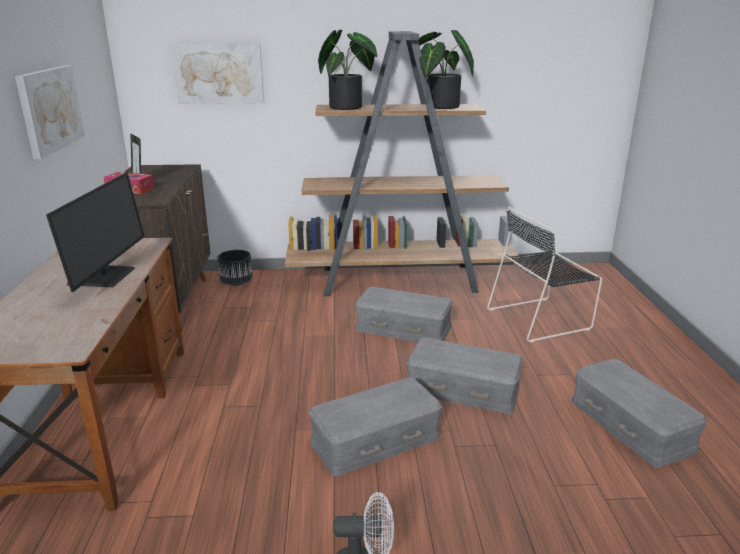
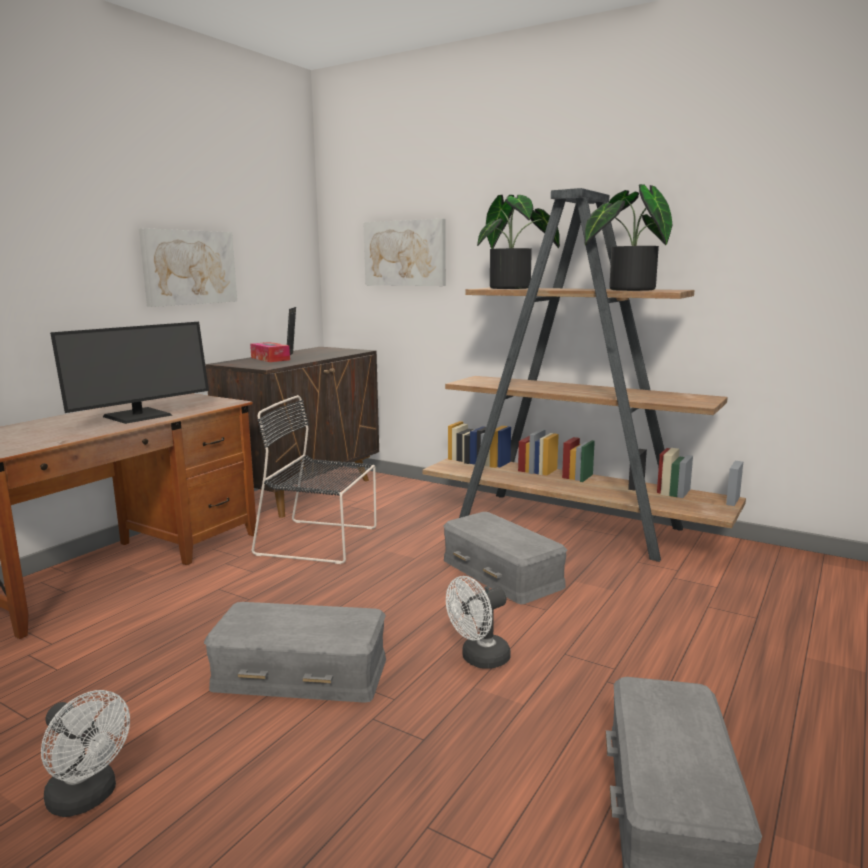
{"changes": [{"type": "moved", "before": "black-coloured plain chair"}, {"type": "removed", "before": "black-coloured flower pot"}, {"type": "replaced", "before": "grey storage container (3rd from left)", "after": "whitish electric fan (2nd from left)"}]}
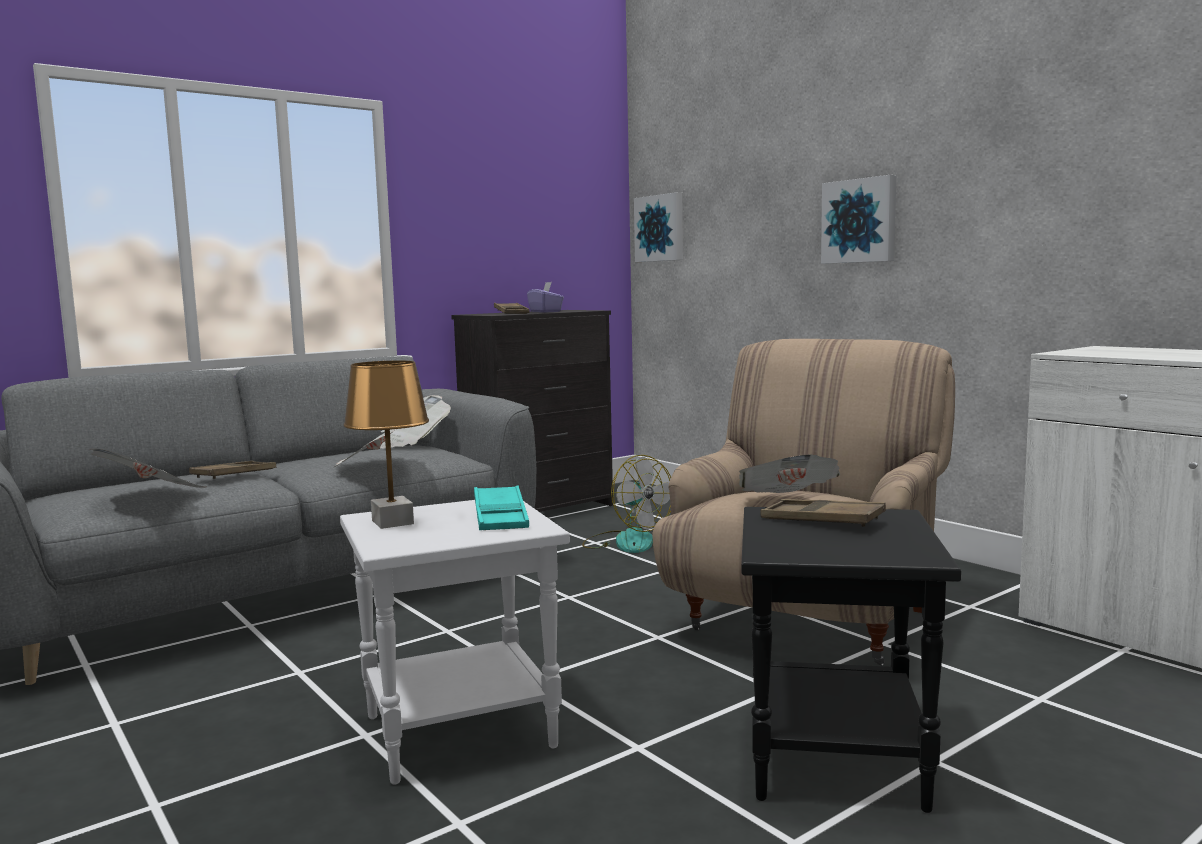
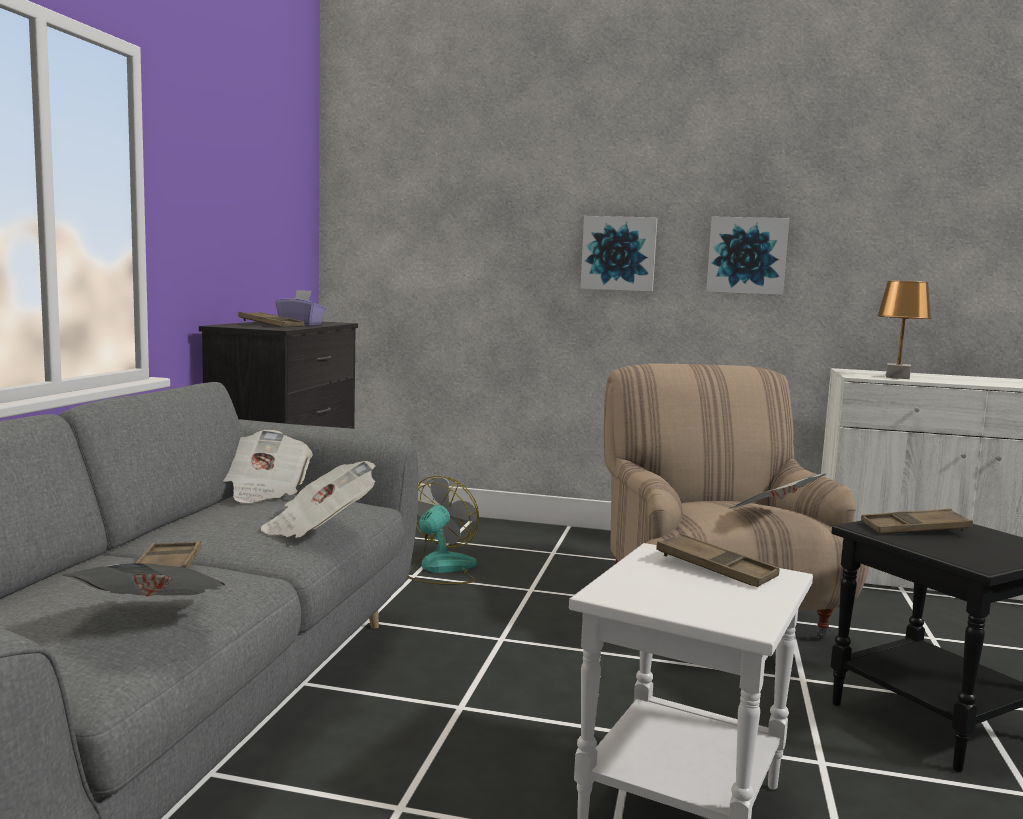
{"changes": [{"type": "moved", "before": "wall art (1st from left in the first image)", "after": "wall art (2nd from left)"}, {"type": "moved", "before": "brownish tabletop lamp"}, {"type": "turned", "before": "electric fan", "turn": -75}, {"type": "recoloured", "before": "turquoise-coloured carrying tray", "after": "brownish carrying tray (3rd from left)"}]}
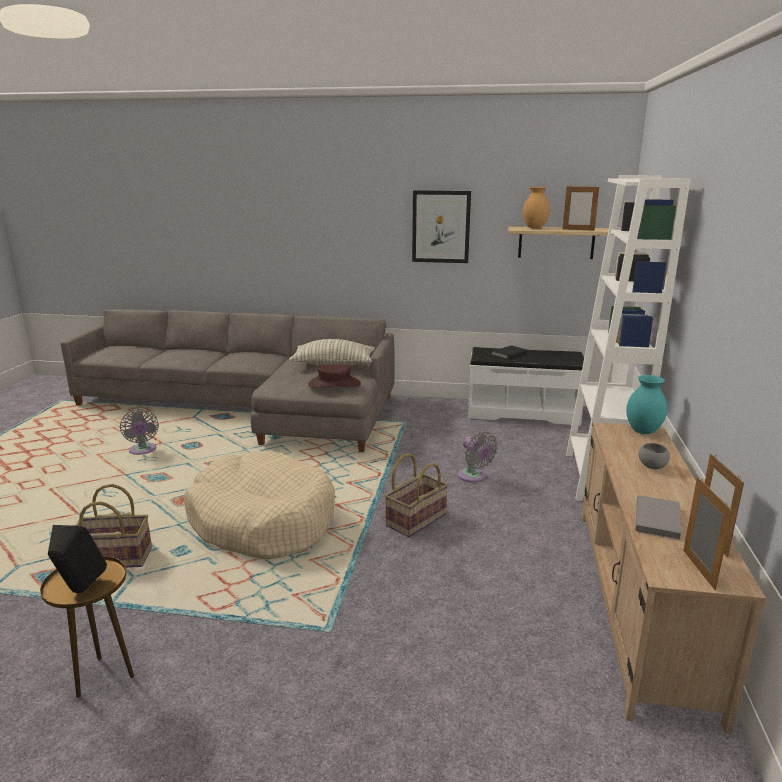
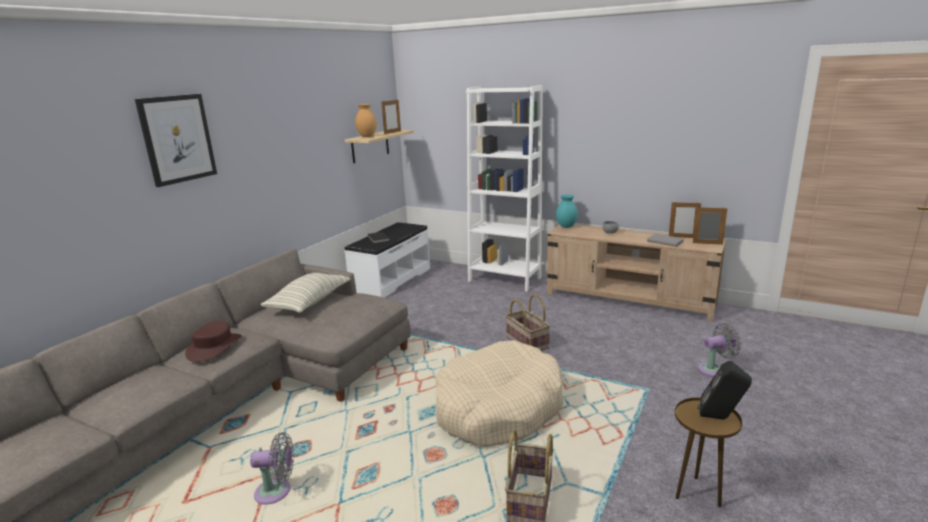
{"changes": [{"type": "moved", "before": "wall art"}, {"type": "moved", "before": "brownish clothing hat"}, {"type": "moved", "before": "grey electric fan (2nd from left)"}]}
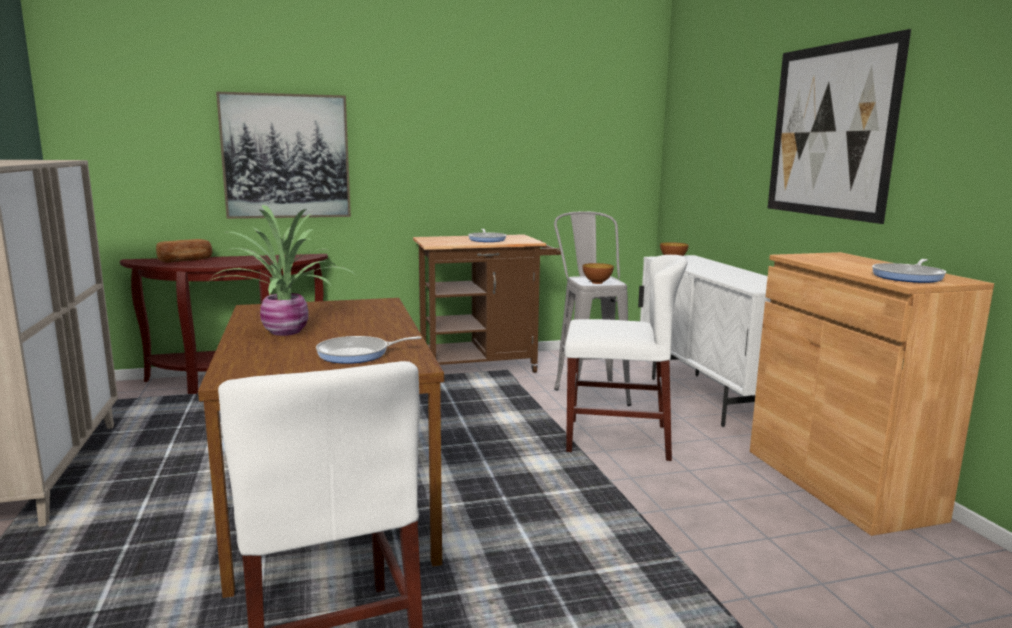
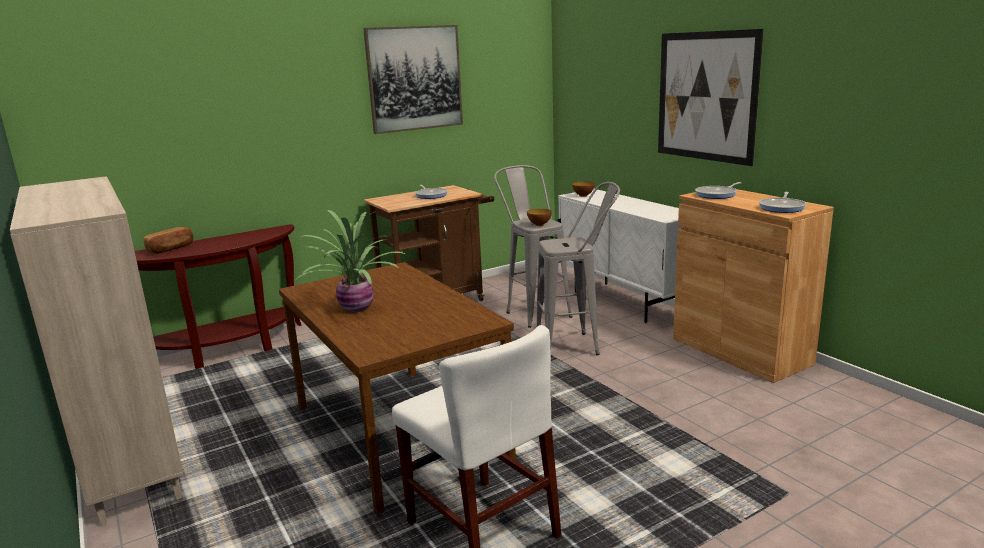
{"changes": [{"type": "moved", "before": "wall art (1st from left)"}, {"type": "replaced", "before": "whitish plain chair (2nd from left)", "after": "grey stool seat (2nd from left)"}, {"type": "moved", "before": "skillet (1st from left in the first image)", "after": "skillet (2nd from left)"}]}
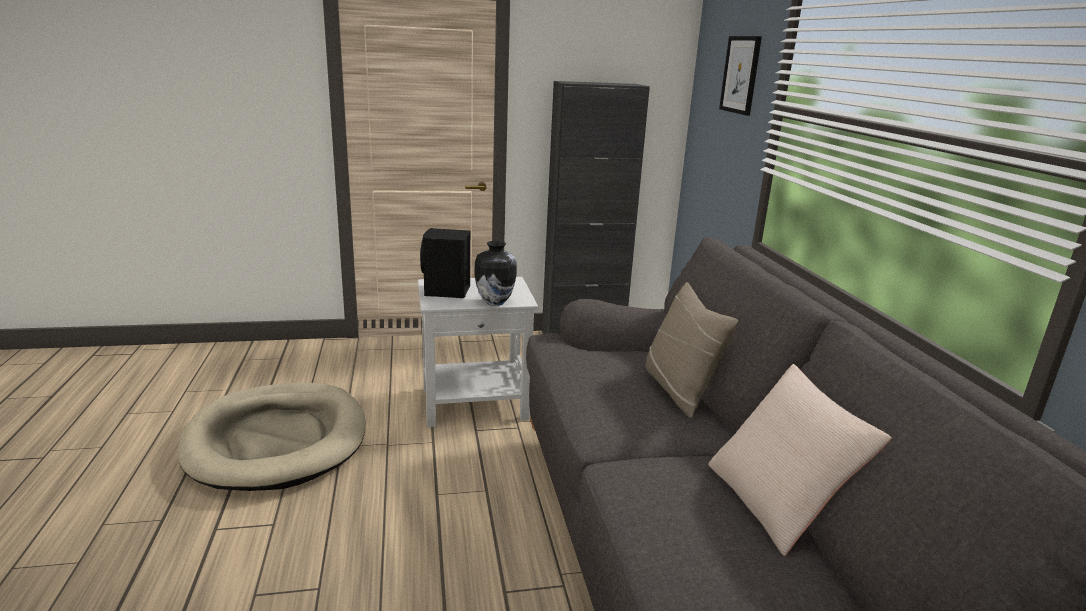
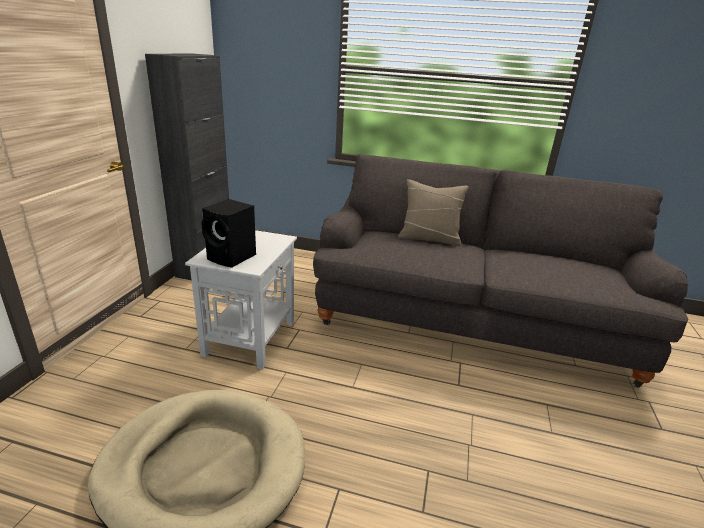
{"changes": [{"type": "removed", "before": "wall art"}, {"type": "removed", "before": "decorative vase"}, {"type": "removed", "before": "sand-coloured cushion (2nd from left)"}]}
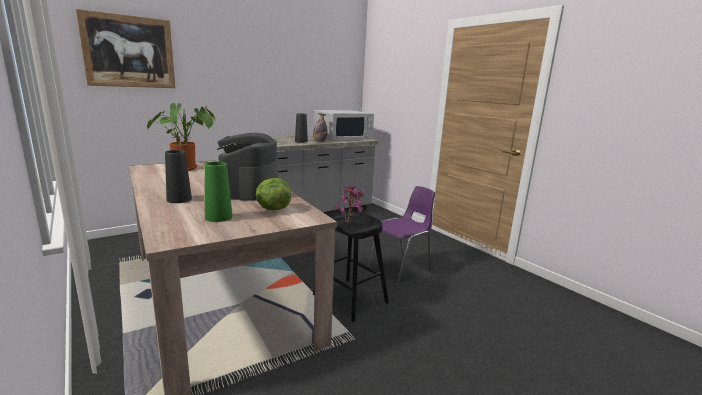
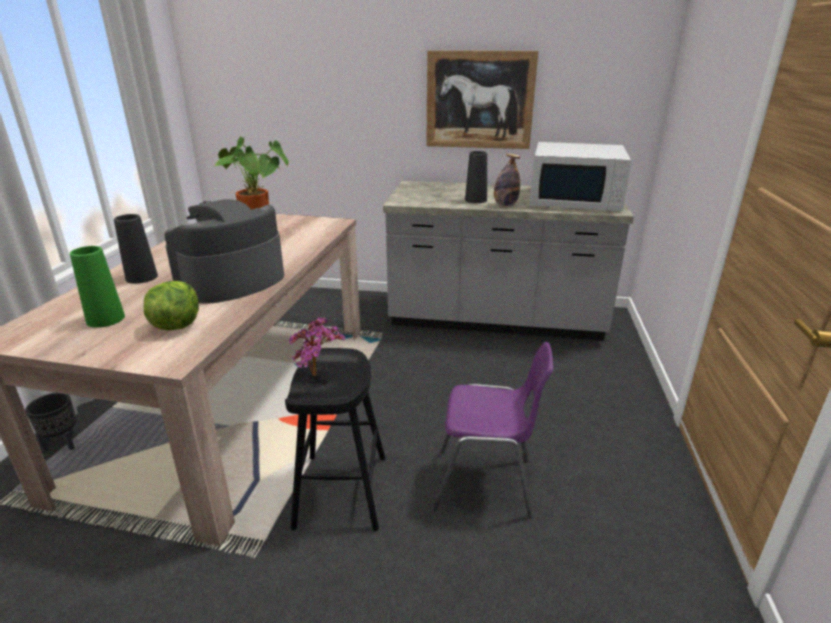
{"changes": [{"type": "moved", "before": "wall art"}, {"type": "added", "after": "black-coloured flower pot"}]}
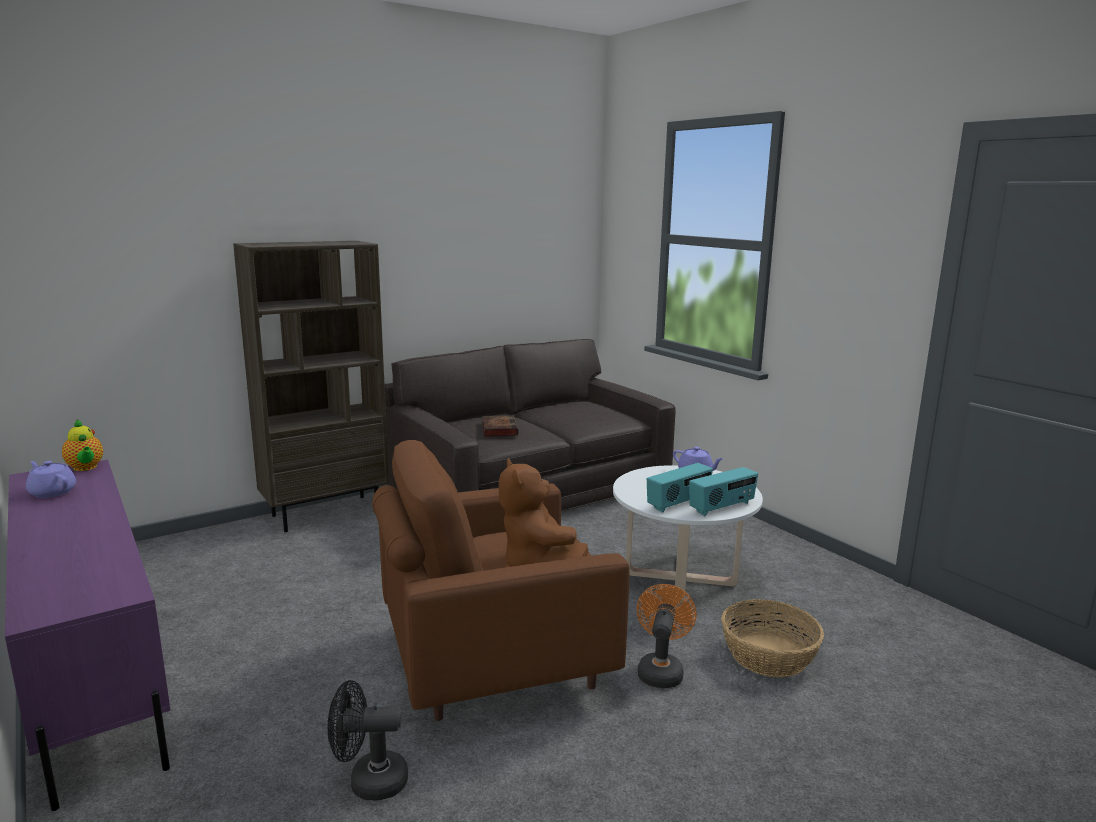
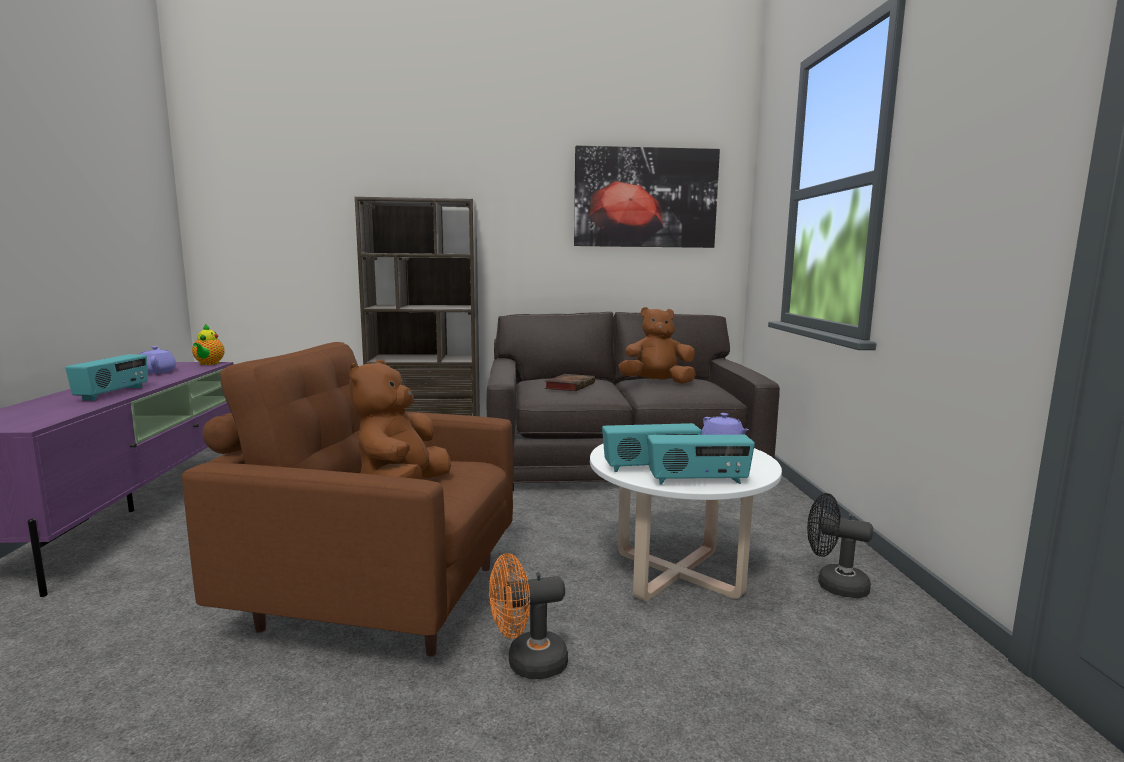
{"changes": [{"type": "turned", "before": "orange-coloured electric fan", "turn": -150}, {"type": "removed", "before": "household basket"}, {"type": "moved", "before": "black-coloured electric fan"}, {"type": "added", "after": "wall art"}, {"type": "added", "after": "brownish plush toy (2nd from left)"}, {"type": "added", "after": "radio receiver (1st from left)"}]}
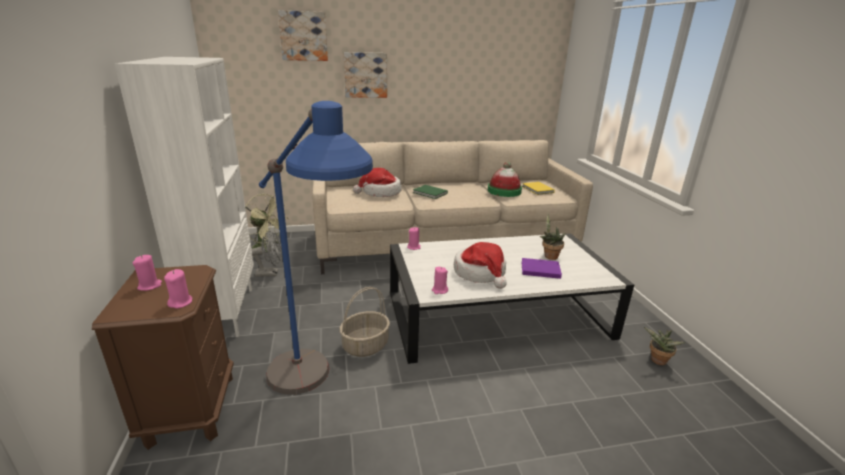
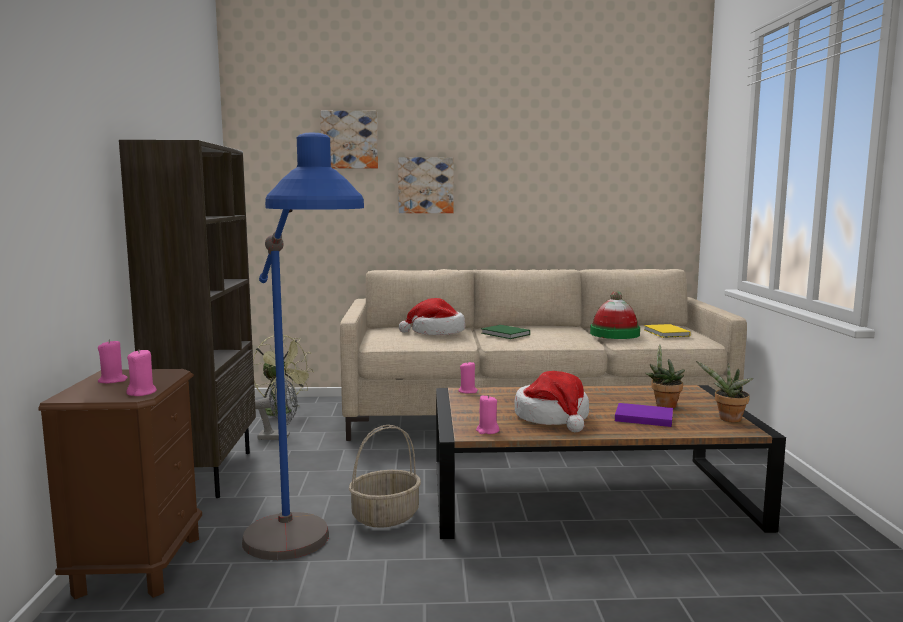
{"changes": [{"type": "recoloured", "before": "whitish shelving unit", "after": "brownish shelving unit"}, {"type": "recoloured", "before": "whitish coffee table", "after": "brownish coffee table"}, {"type": "moved", "before": "potted plant (2nd from left)"}]}
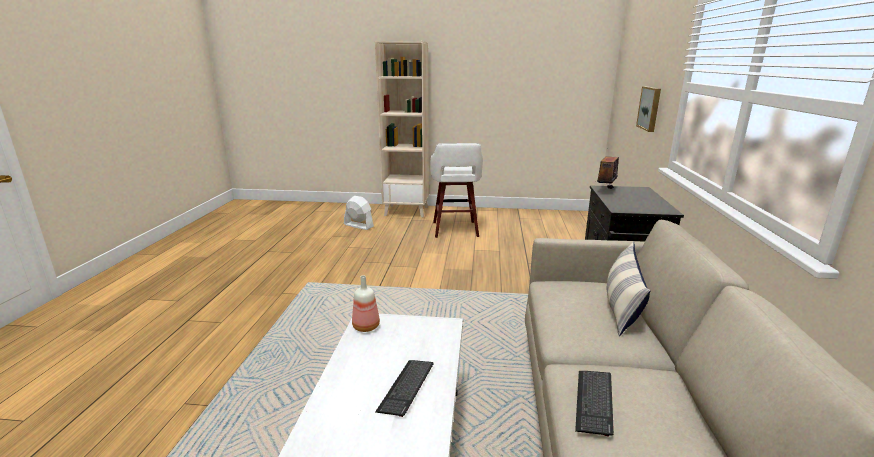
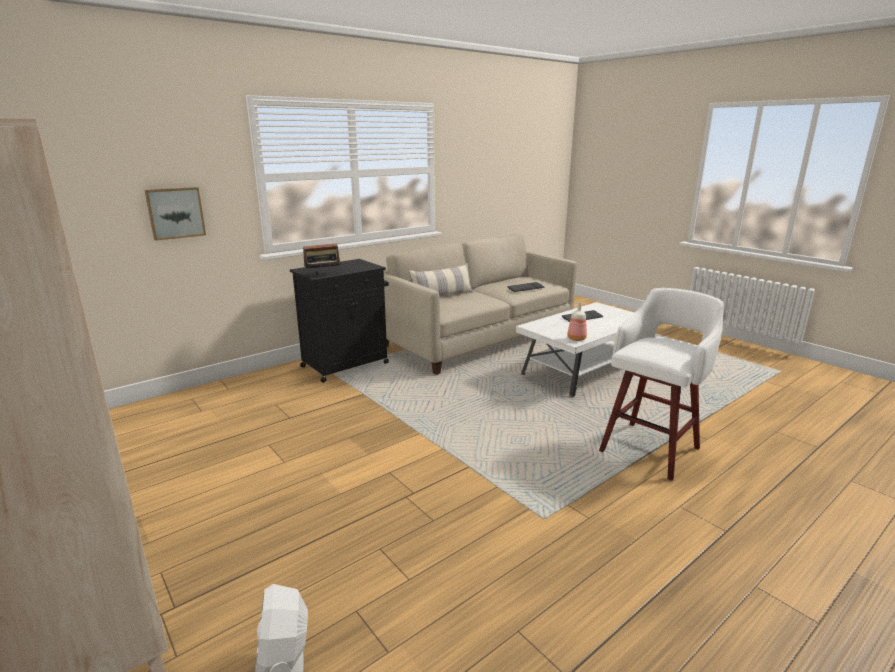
{"changes": [{"type": "moved", "before": "whitish stool seat"}]}
